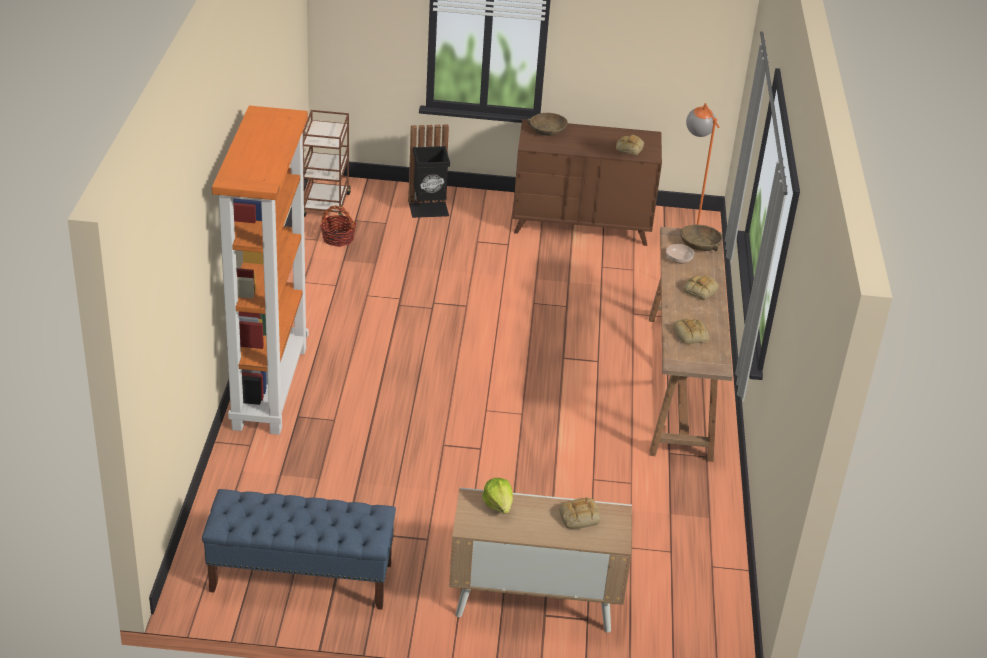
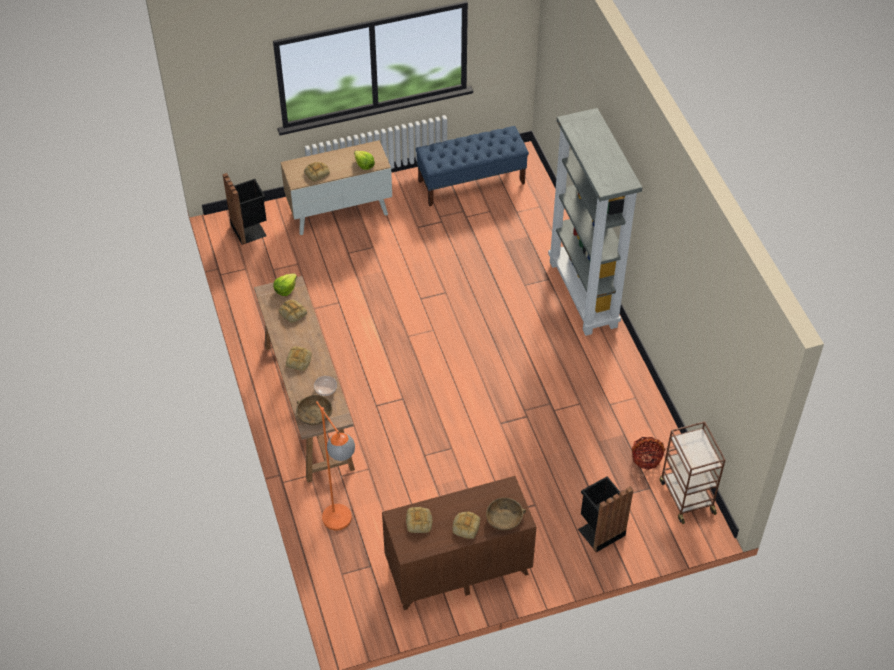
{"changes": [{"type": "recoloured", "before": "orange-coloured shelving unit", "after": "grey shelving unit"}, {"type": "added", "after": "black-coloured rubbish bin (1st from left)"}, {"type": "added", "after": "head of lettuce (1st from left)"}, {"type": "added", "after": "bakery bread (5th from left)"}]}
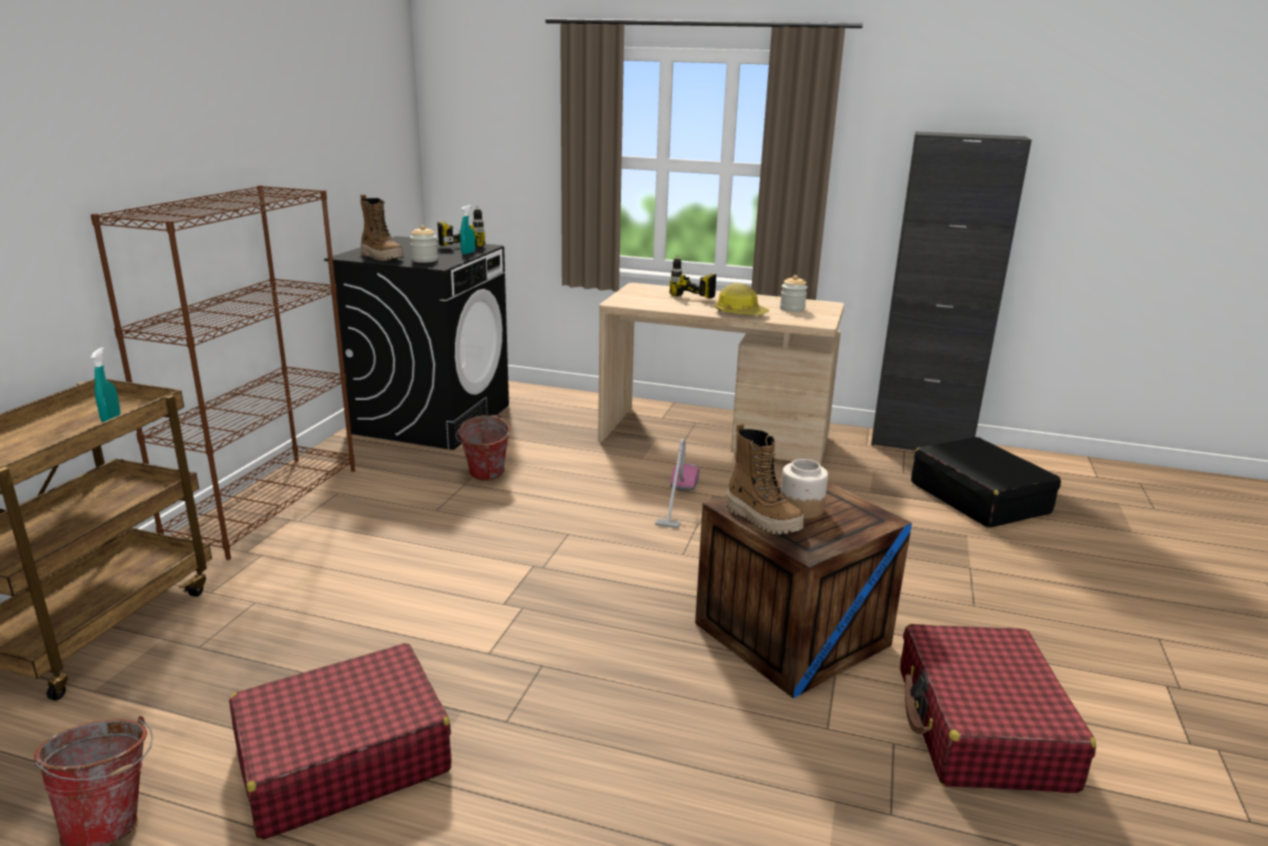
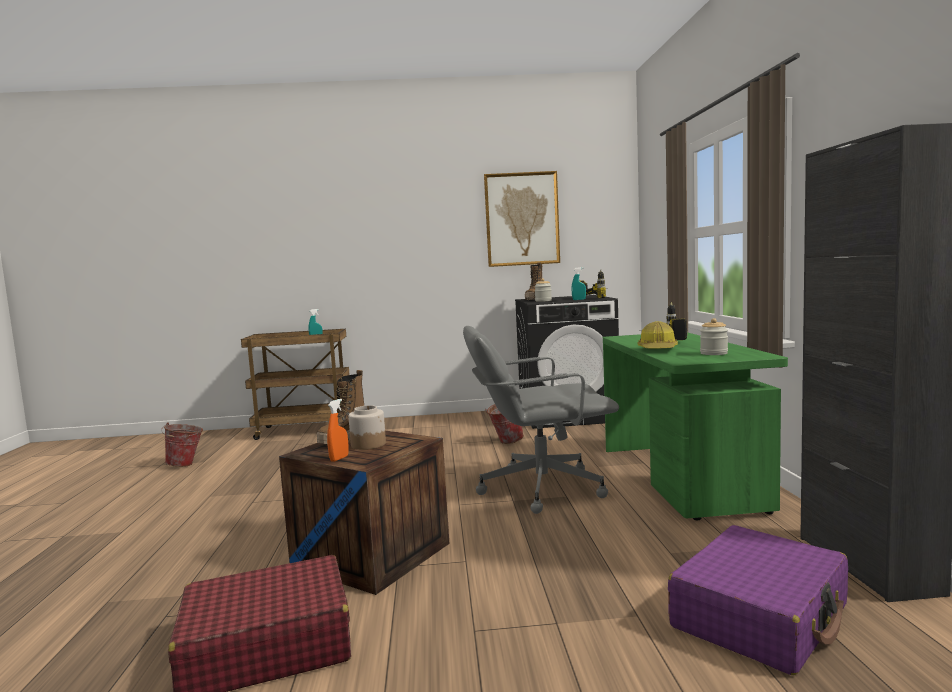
{"changes": [{"type": "removed", "before": "brownish shelving unit"}, {"type": "recoloured", "before": "sand-coloured desk table", "after": "greenish desk table"}, {"type": "recoloured", "before": "black-coloured travel case", "after": "purple travel case"}, {"type": "replaced", "before": "vacuum", "after": "grey computer chair"}, {"type": "removed", "before": "red-coloured travel case (1st from left)"}, {"type": "added", "after": "wall art"}, {"type": "added", "after": "orange-coloured hand sprayer"}]}
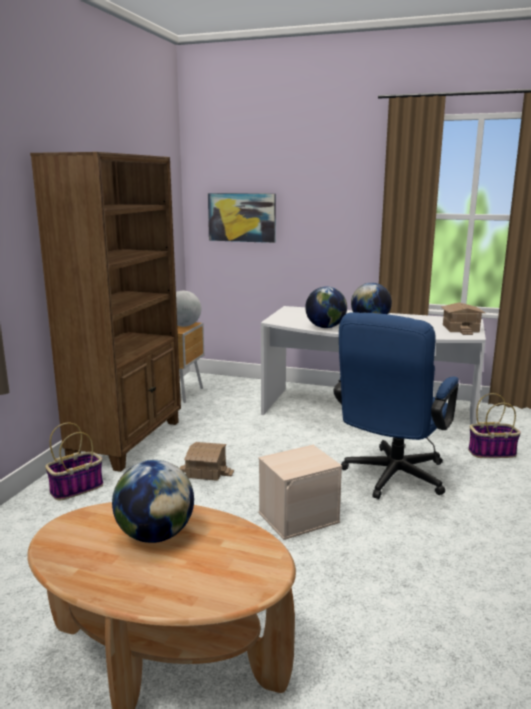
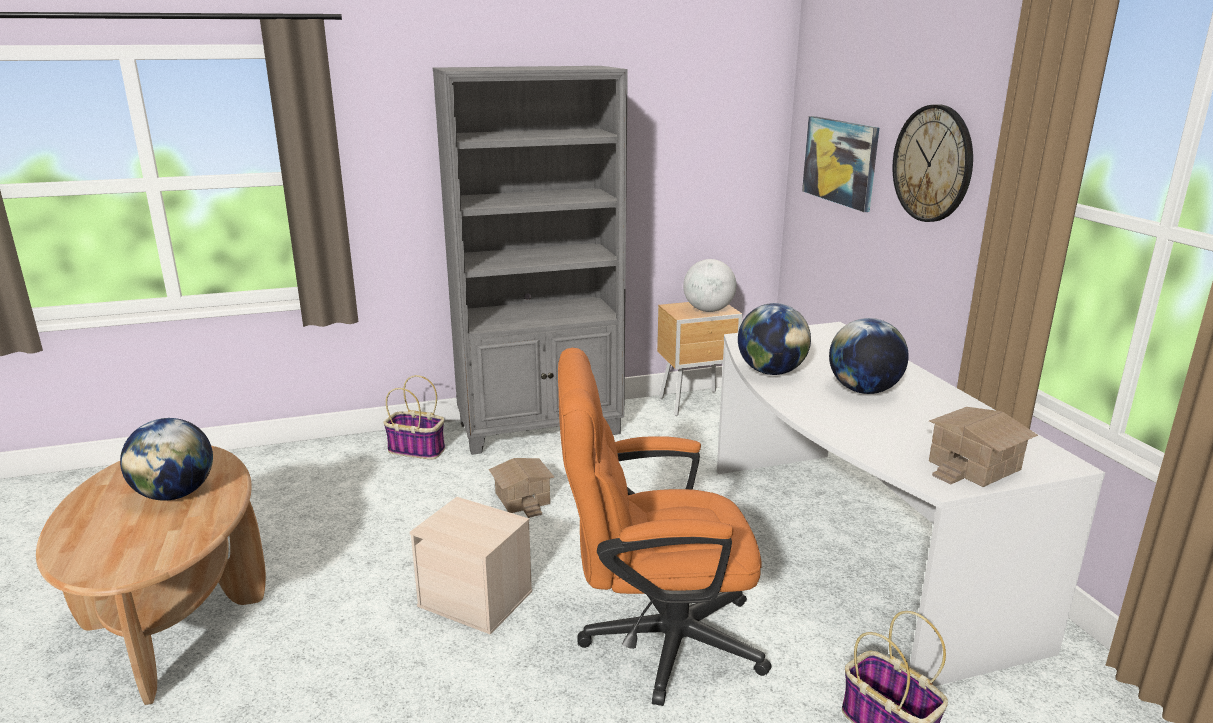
{"changes": [{"type": "recoloured", "before": "brownish shelving unit", "after": "grey shelving unit"}, {"type": "recoloured", "before": "blue-coloured computer chair", "after": "orange-coloured computer chair"}, {"type": "added", "after": "clock on the wall"}]}
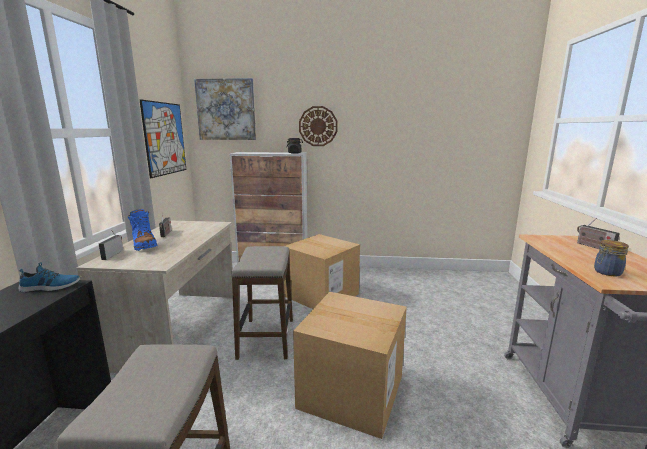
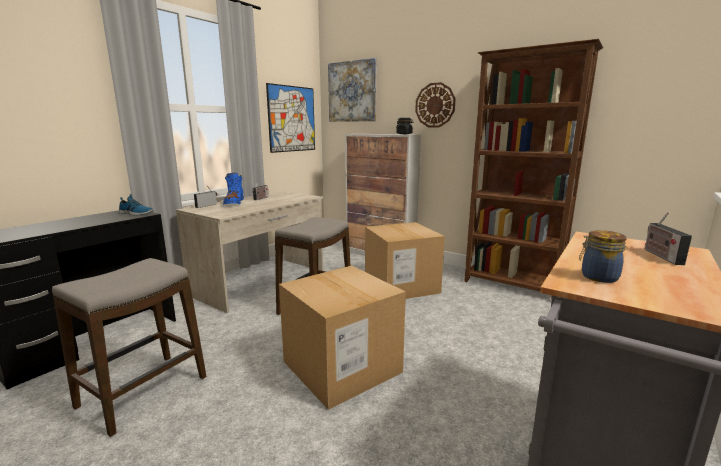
{"changes": [{"type": "added", "after": "brownish shelving unit"}]}
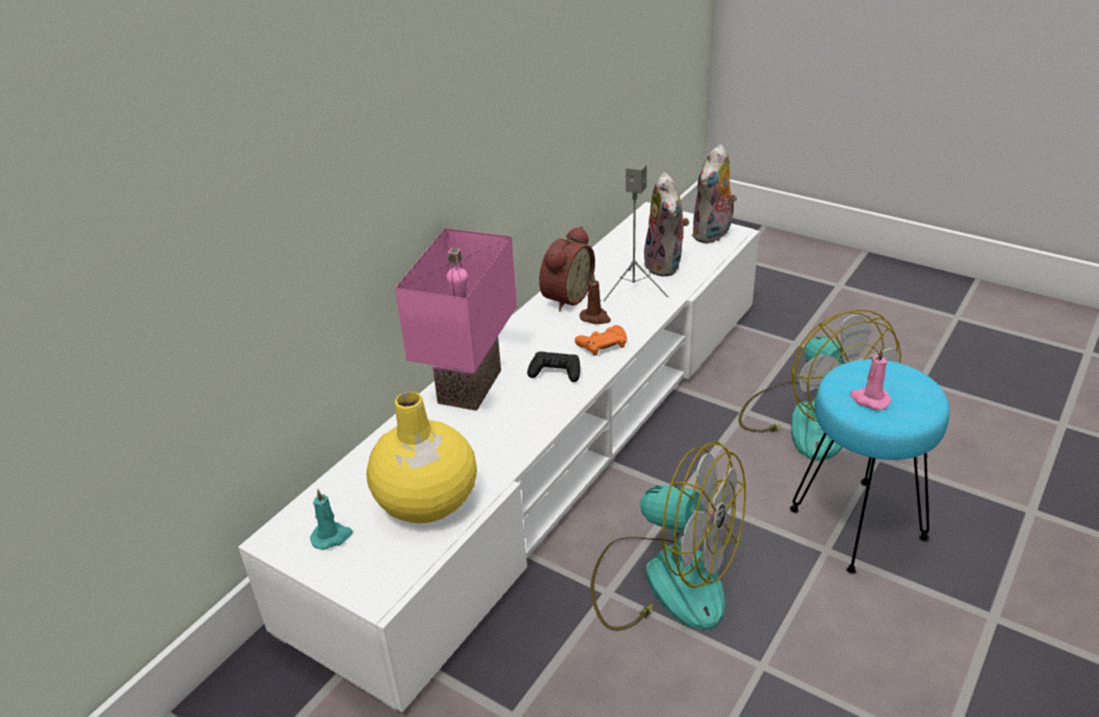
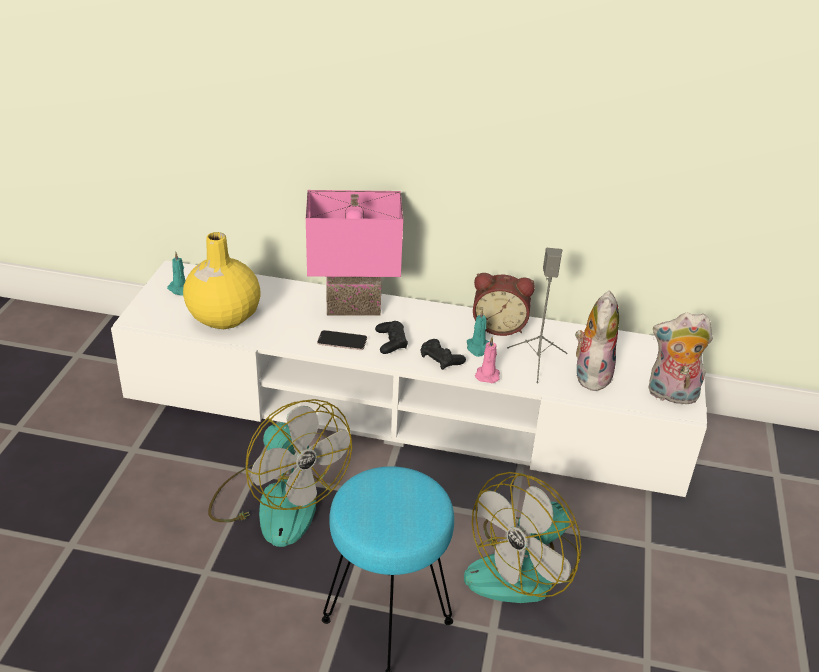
{"changes": [{"type": "turned", "before": "plush toy (1st from left)", "turn": 135}, {"type": "recoloured", "before": "brownish wax light", "after": "turquoise-coloured wax light (2nd from left)"}, {"type": "recoloured", "before": "orange-coloured gamepad", "after": "black-coloured gamepad (2nd from left)"}, {"type": "moved", "before": "pinkish wax light"}, {"type": "turned", "before": "electric fan (1st from left)", "turn": -45}, {"type": "added", "after": "phone"}]}
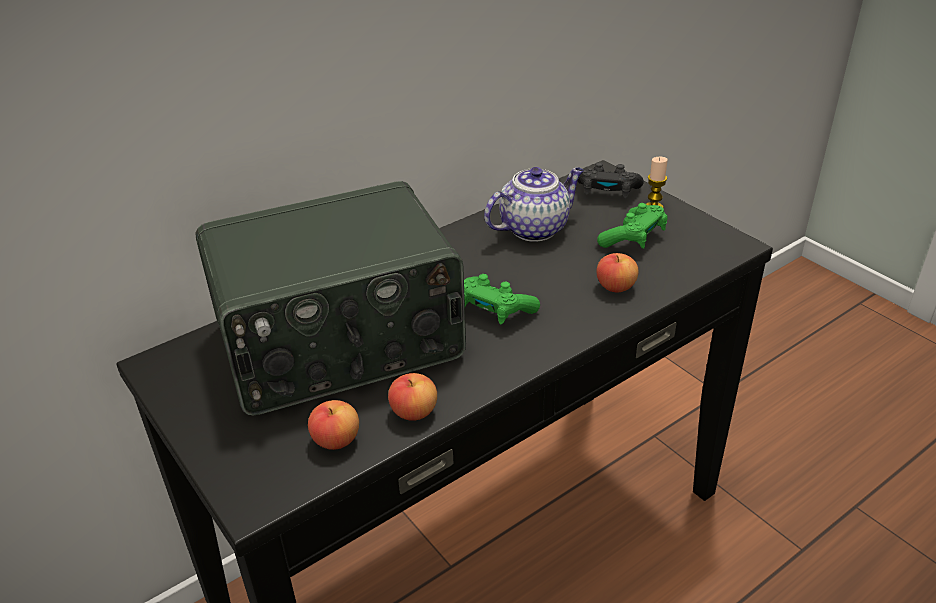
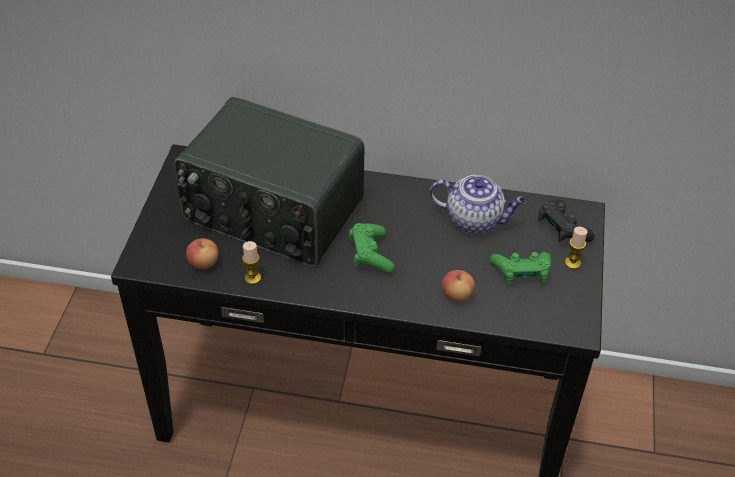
{"changes": [{"type": "replaced", "before": "apple (2nd from left)", "after": "wax light (1st from left)"}]}
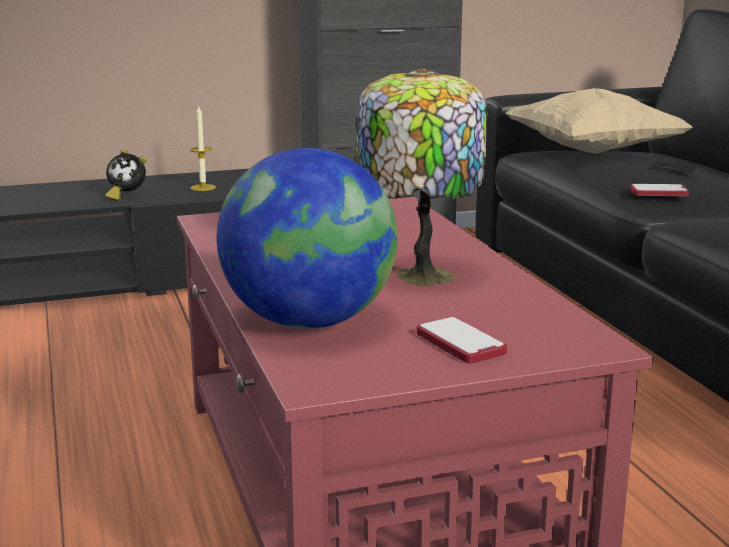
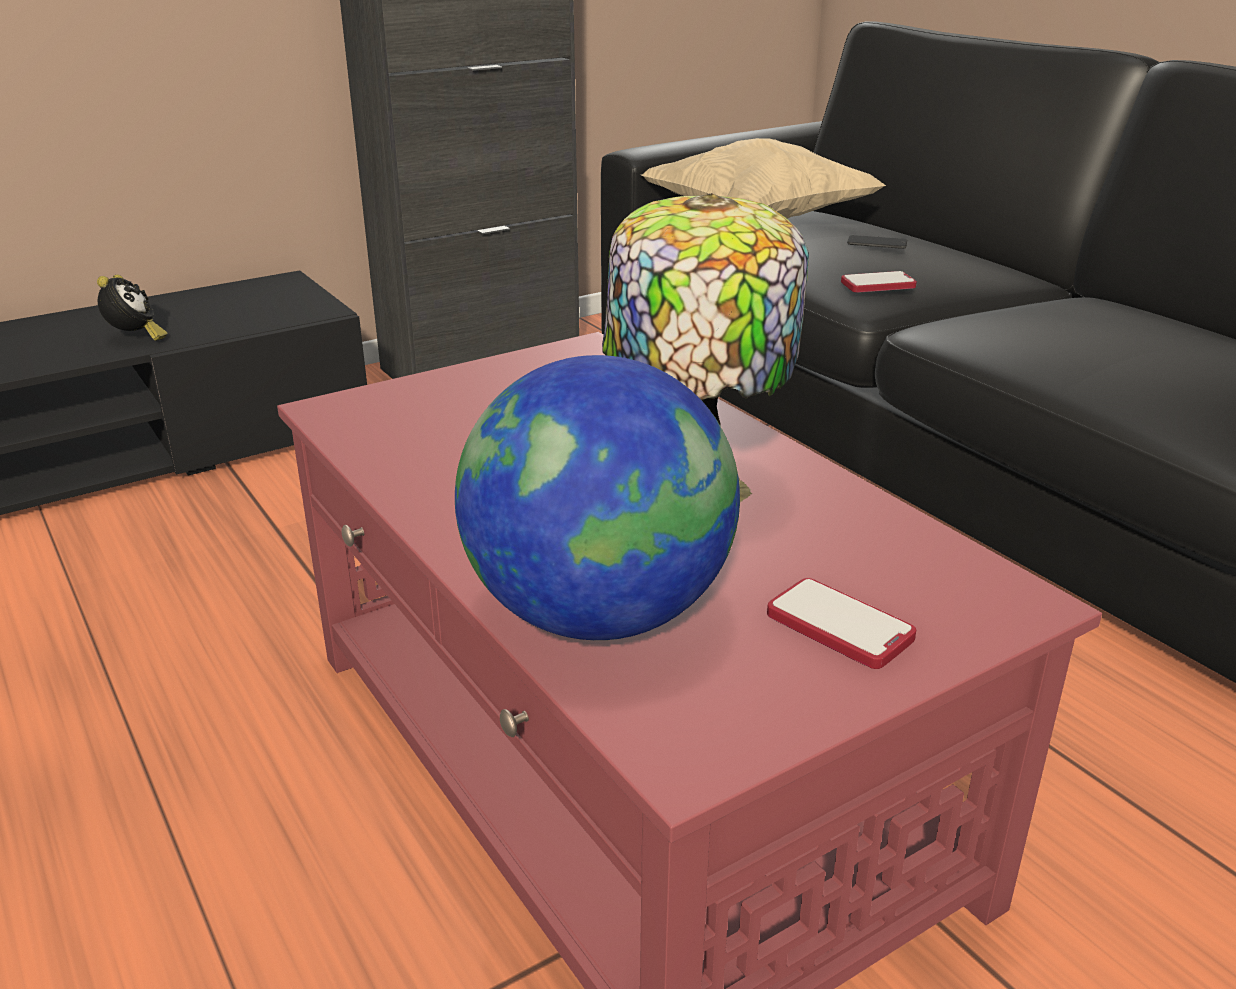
{"changes": [{"type": "removed", "before": "wax light"}, {"type": "turned", "before": "table clock", "turn": -90}]}
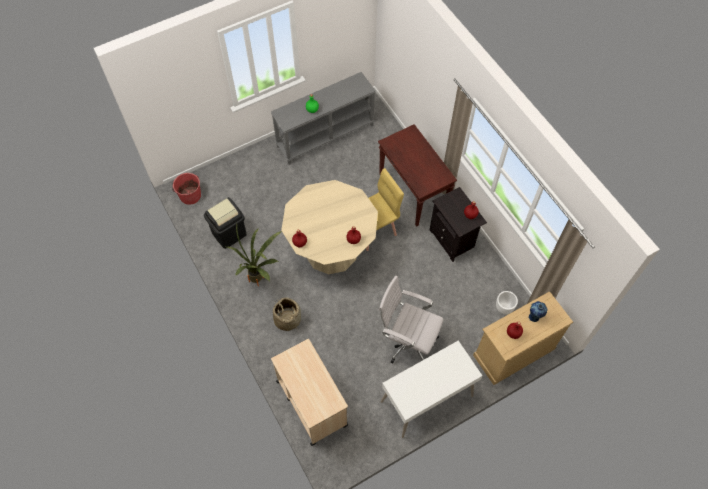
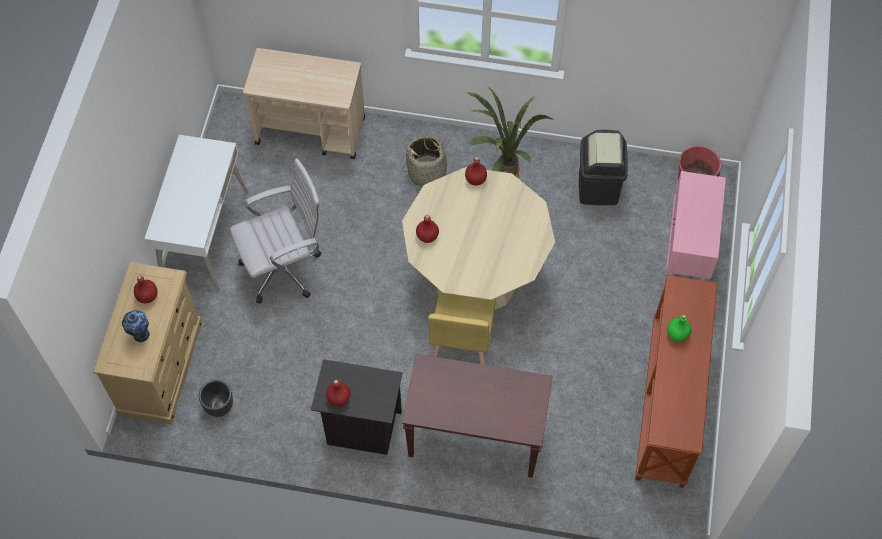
{"changes": [{"type": "recoloured", "before": "grey console table", "after": "brownish console table (2nd from left)"}, {"type": "recoloured", "before": "whitish flower pot", "after": "black-coloured flower pot"}, {"type": "added", "after": "pinkish cupboard"}]}
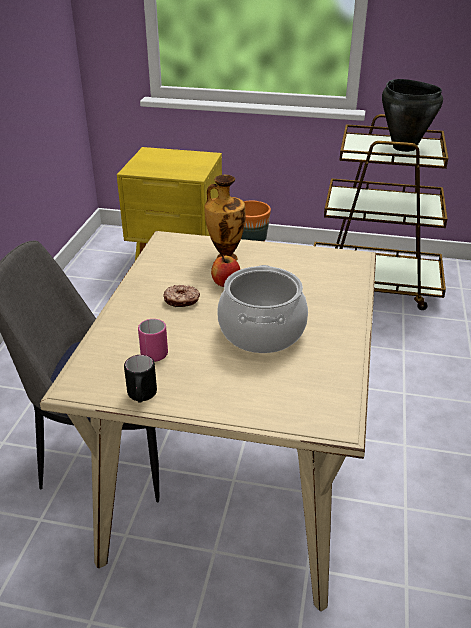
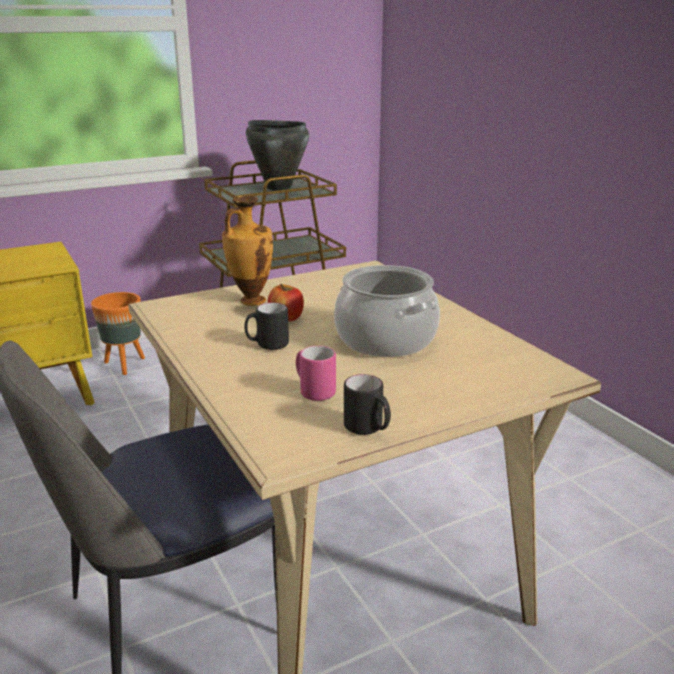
{"changes": [{"type": "replaced", "before": "doughnut", "after": "black-coloured coffee mug (1st from left)"}]}
